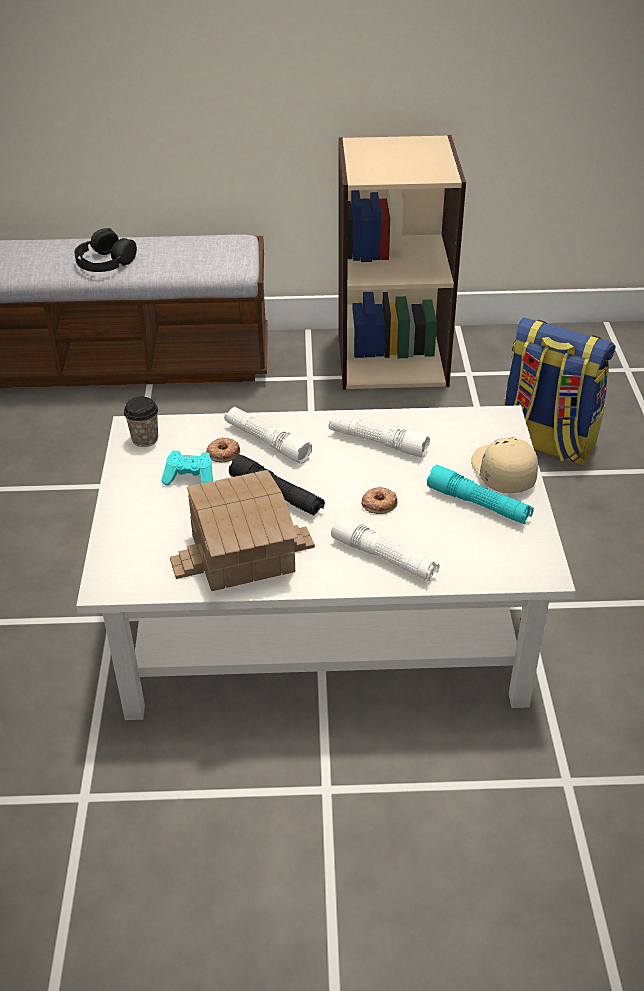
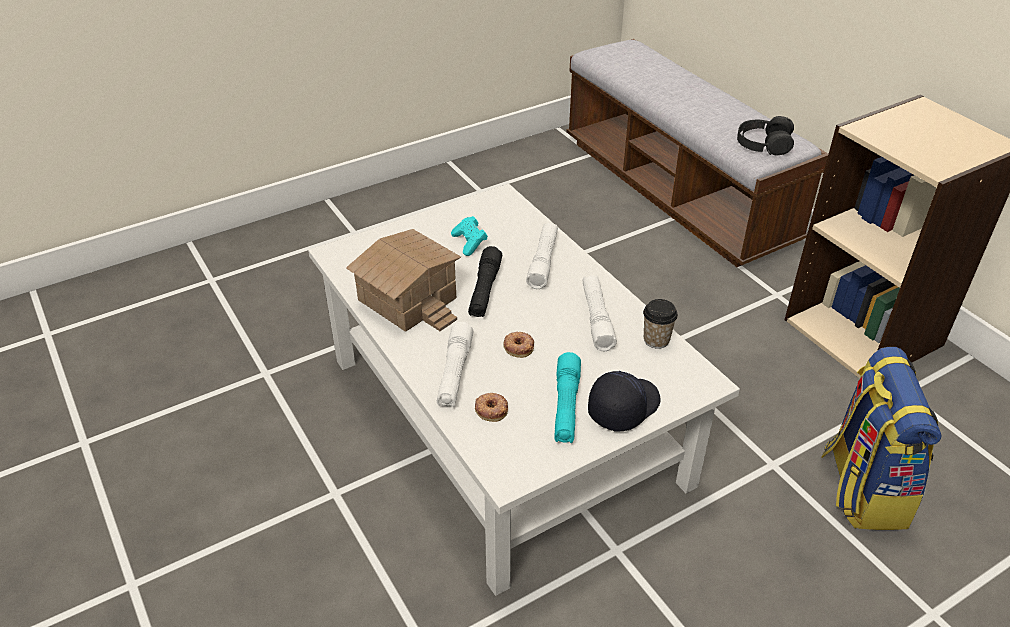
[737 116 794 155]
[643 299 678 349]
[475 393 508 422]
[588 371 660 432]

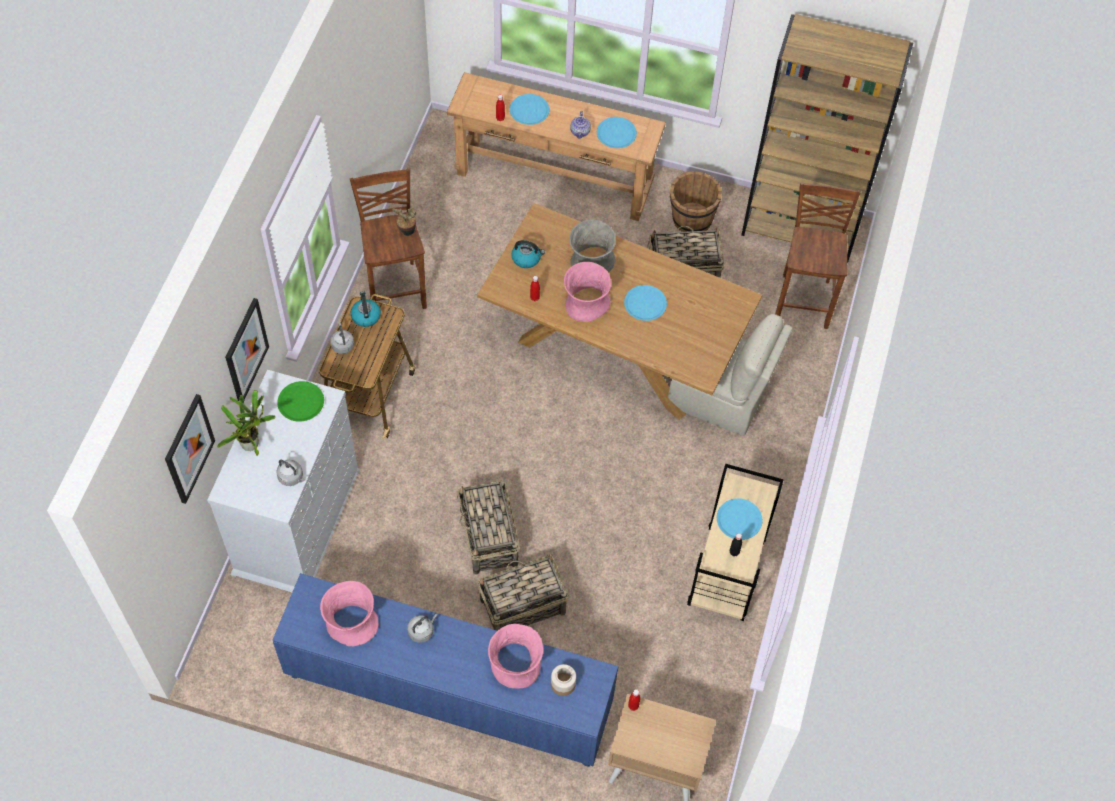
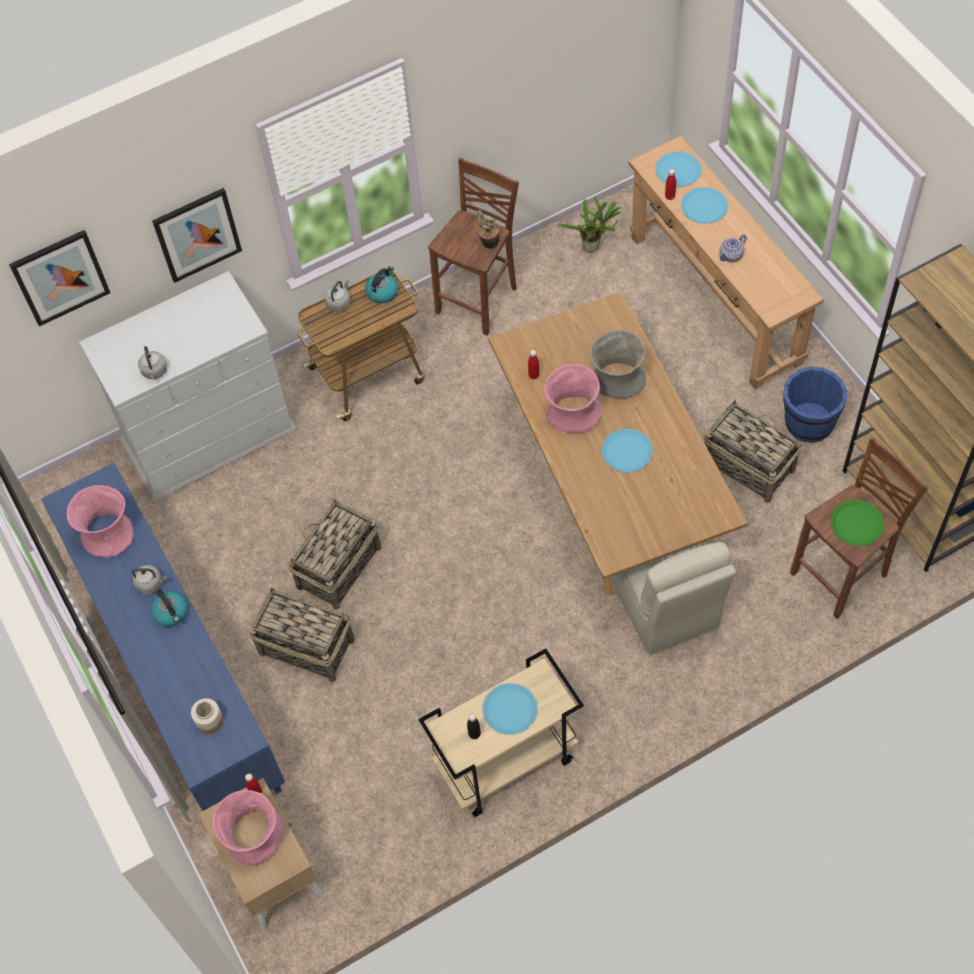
[656 151 702 187]
[783 367 847 443]
[150 589 188 627]
[831 500 884 546]
[558 196 622 253]
[212 790 283 866]

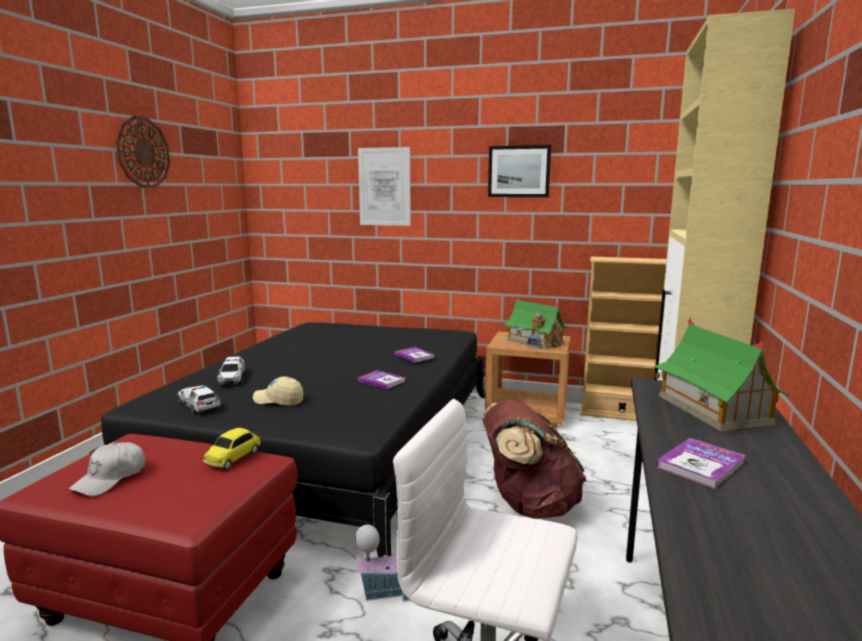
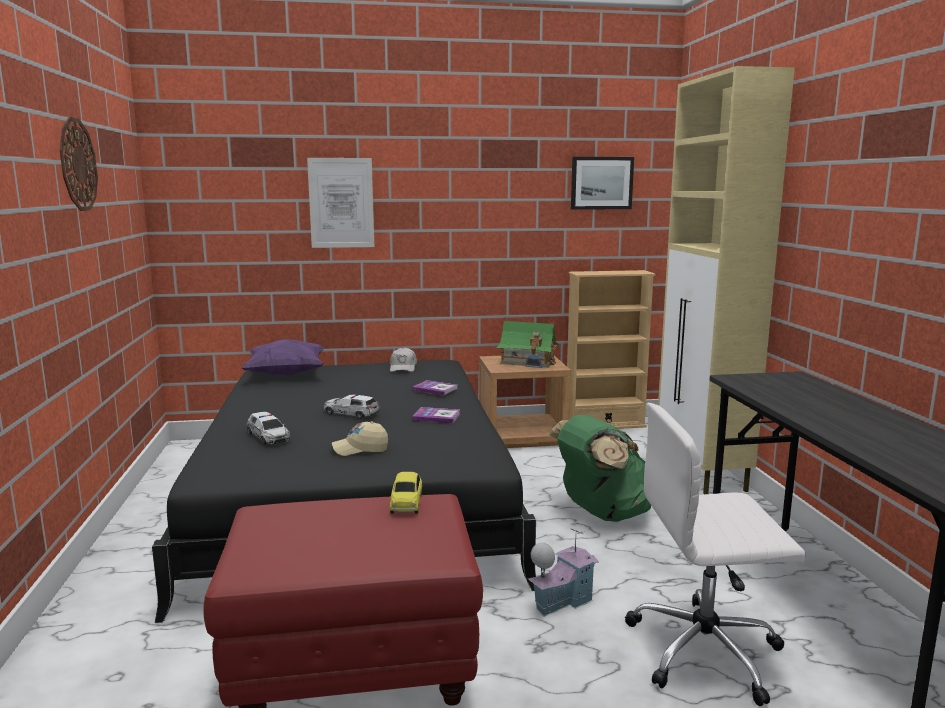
[571 157 634 210]
[653 318 790 431] (first image)
[323 394 380 419]
[549 415 651 522]
[656 438 746 489] (first image)
[390 347 417 372]
[241 339 325 375]

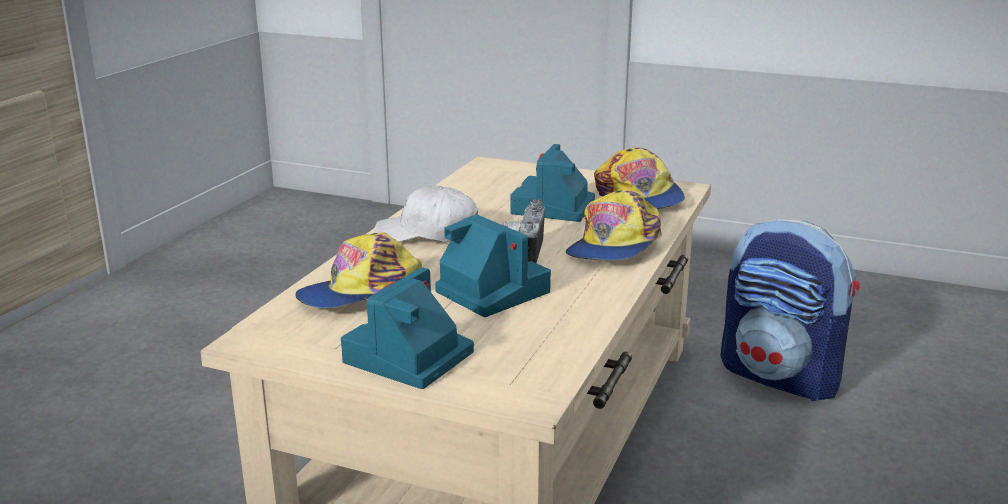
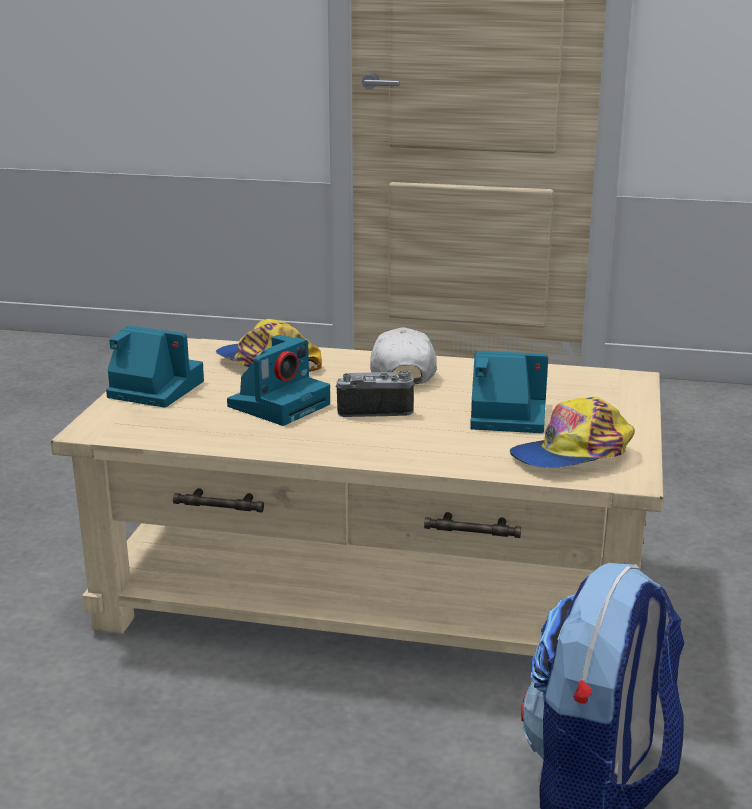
[566 190 662 261] (first image)

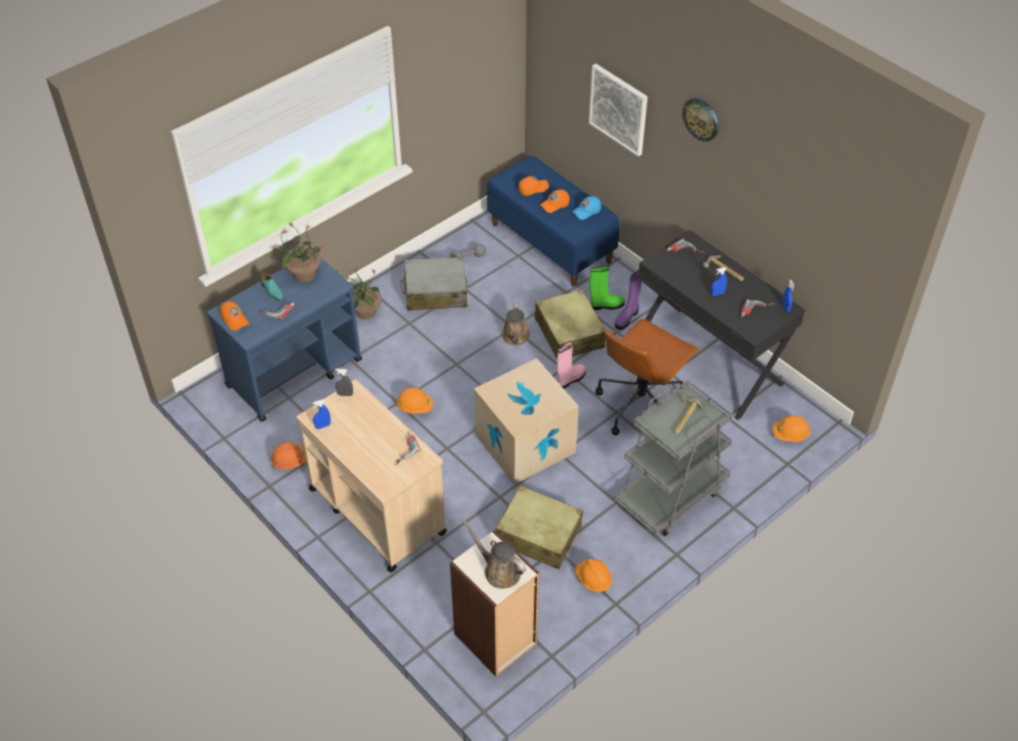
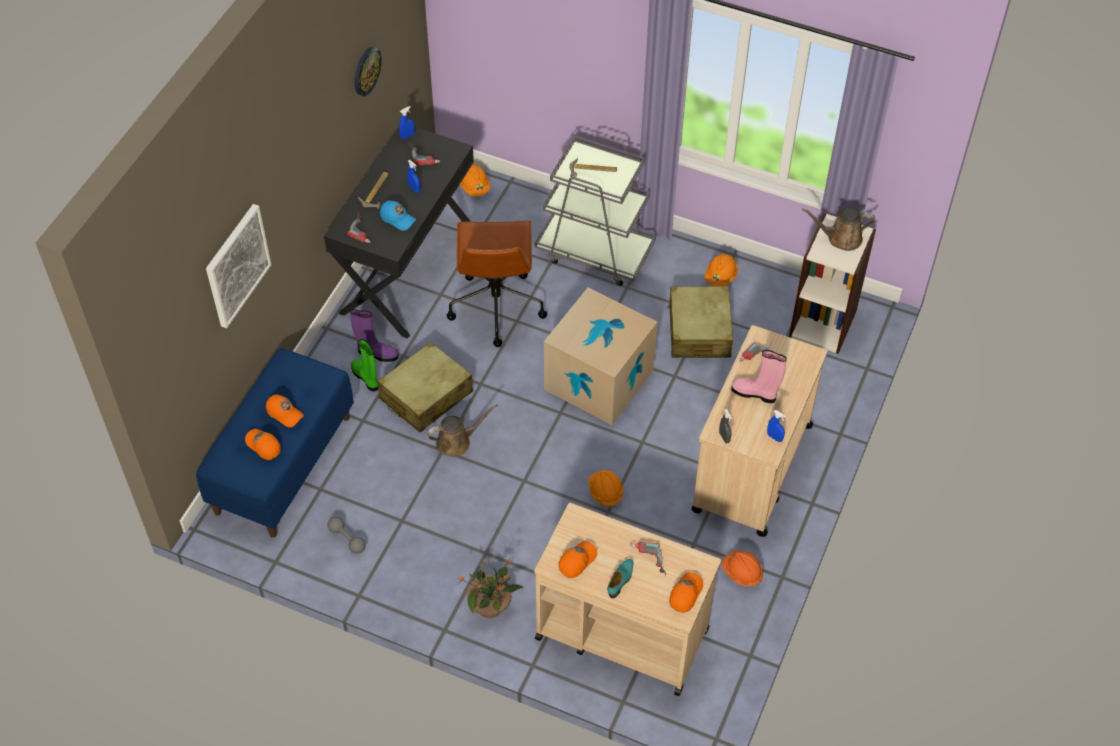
[355 46 382 96]
[380 201 416 231]
[558 541 597 578]
[400 257 467 311] (first image)
[534 503 721 696]
[447 221 547 347]
[731 350 787 403]
[802 207 875 251]

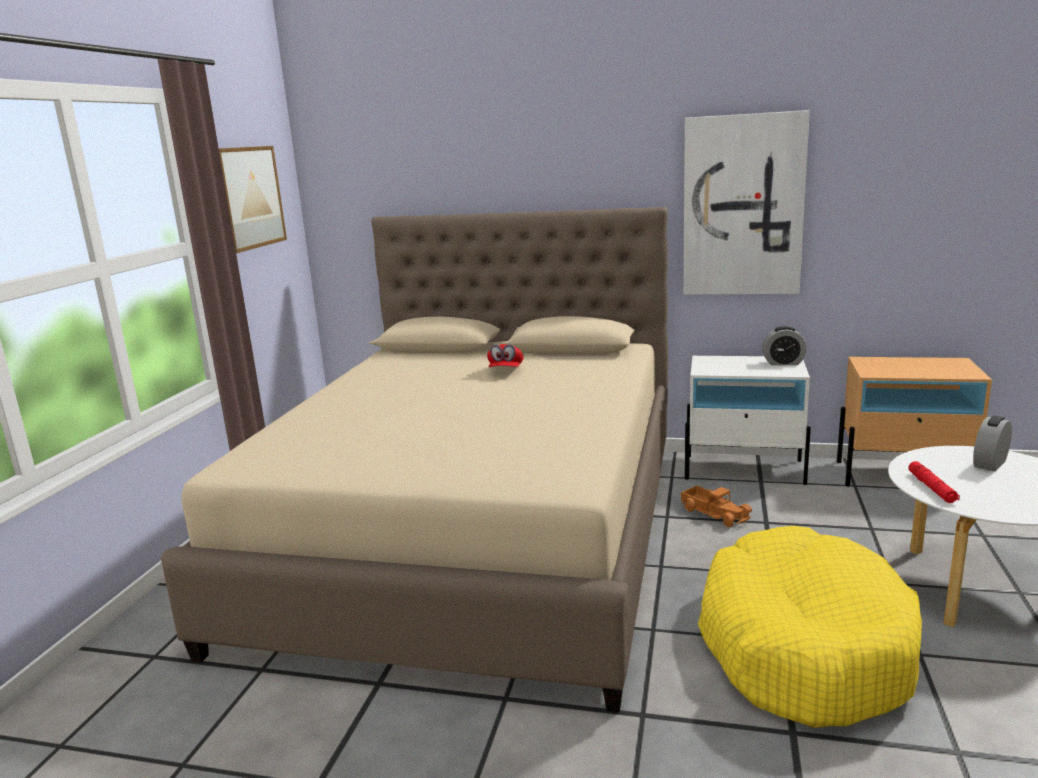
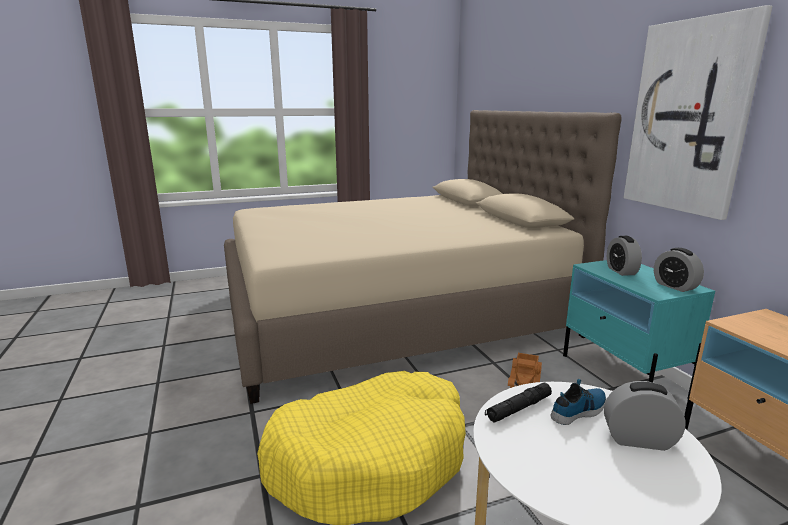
[219 146 287 253] (first image)
[487 344 523 367] (first image)
[563 260 715 399]
[485 383 552 422]
[607 236 642 276]
[550 379 606 425]

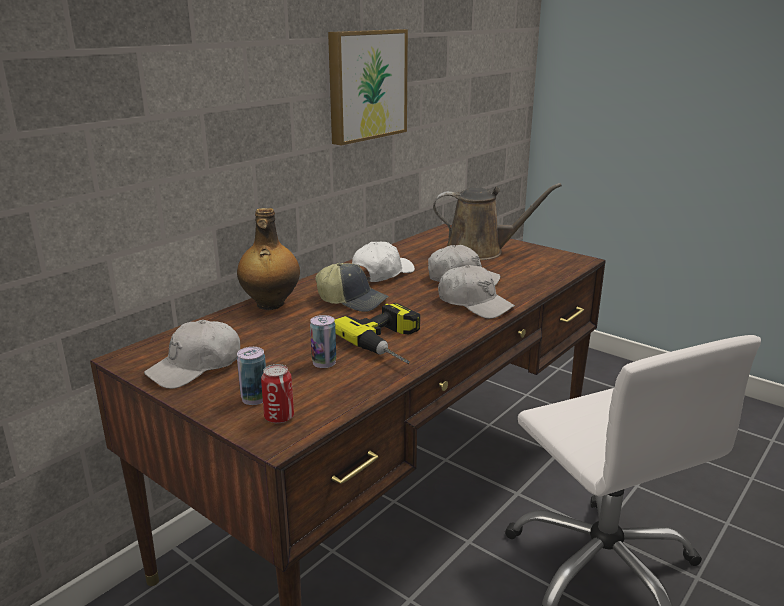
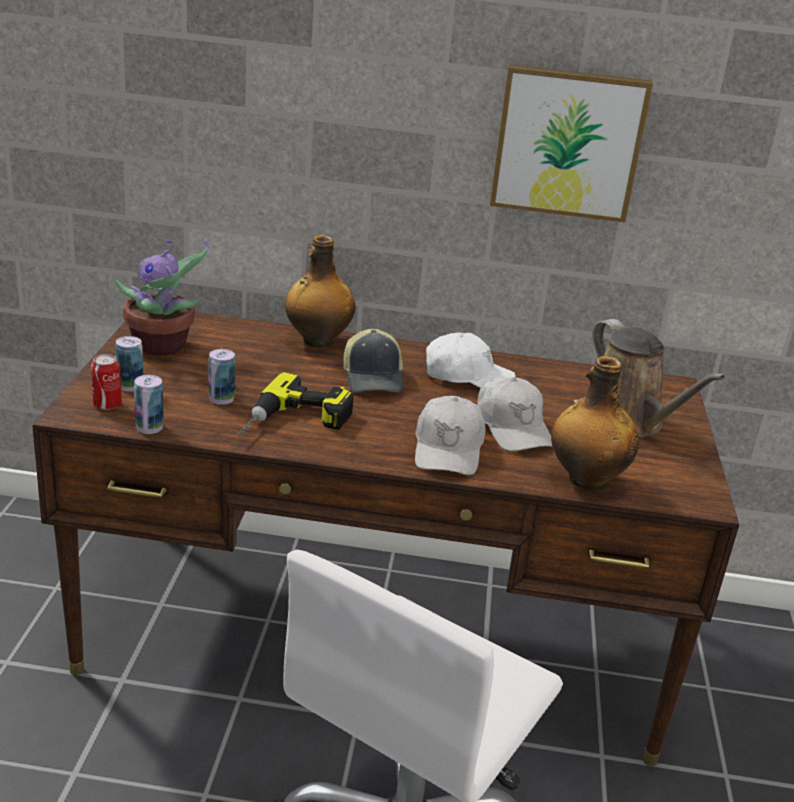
[116 239 209 355]
[551 356 639 491]
[134 375 164 434]

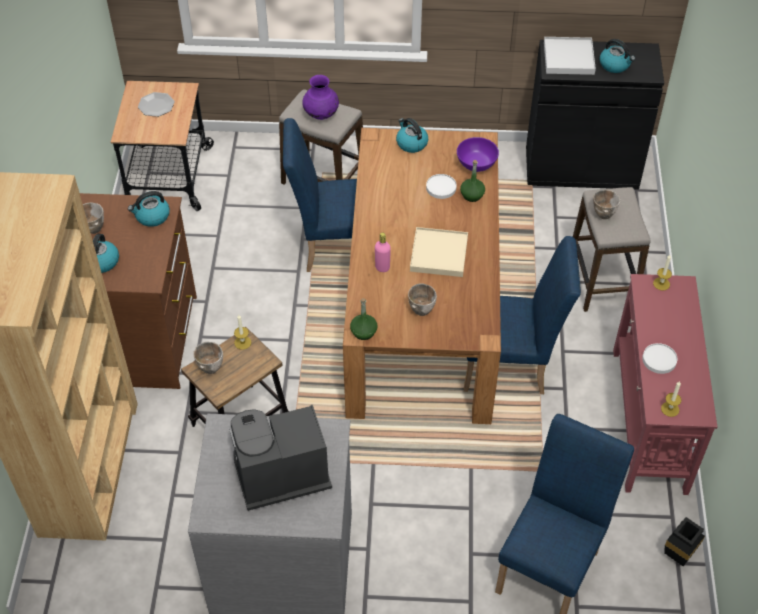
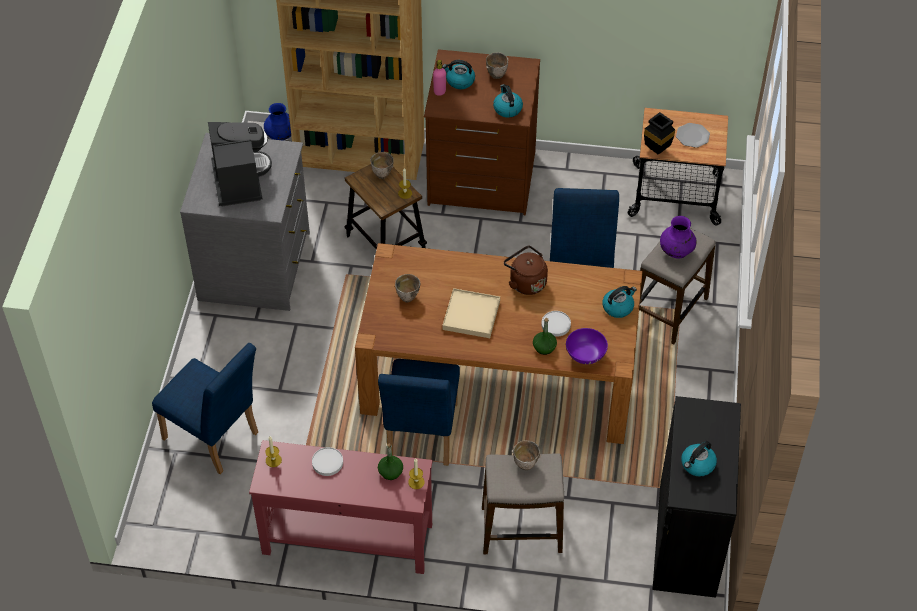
[544 37 596 75] (first image)
[433 60 446 96]
[378 444 403 480]
[644 112 675 154]
[264 103 291 140]
[504 245 548 295]

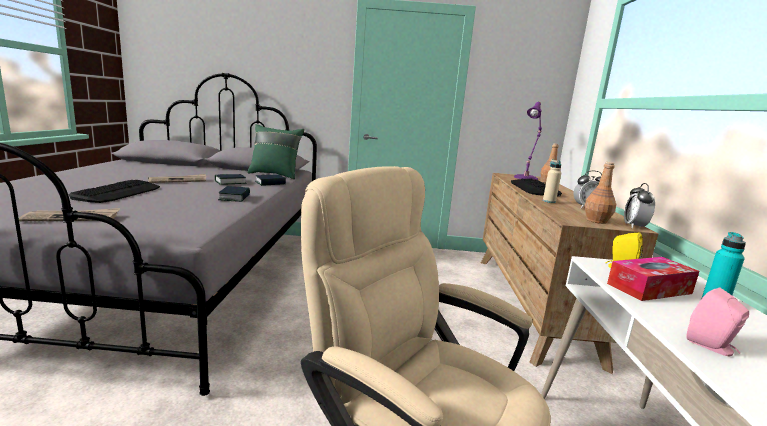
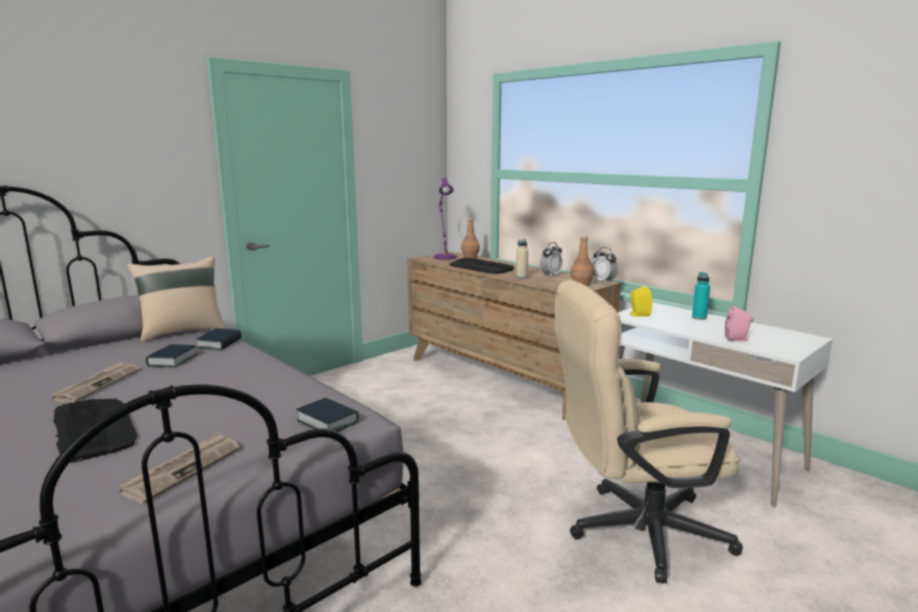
[127 256 226 342]
[296 398 359 432]
[607 257 699 301] (first image)

